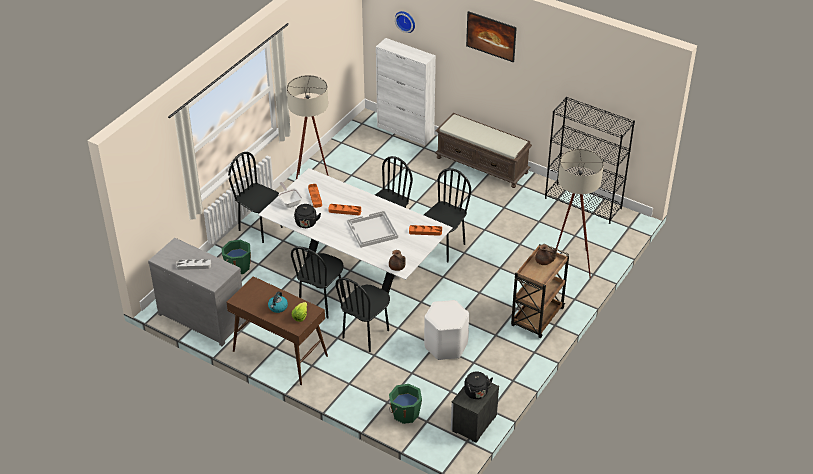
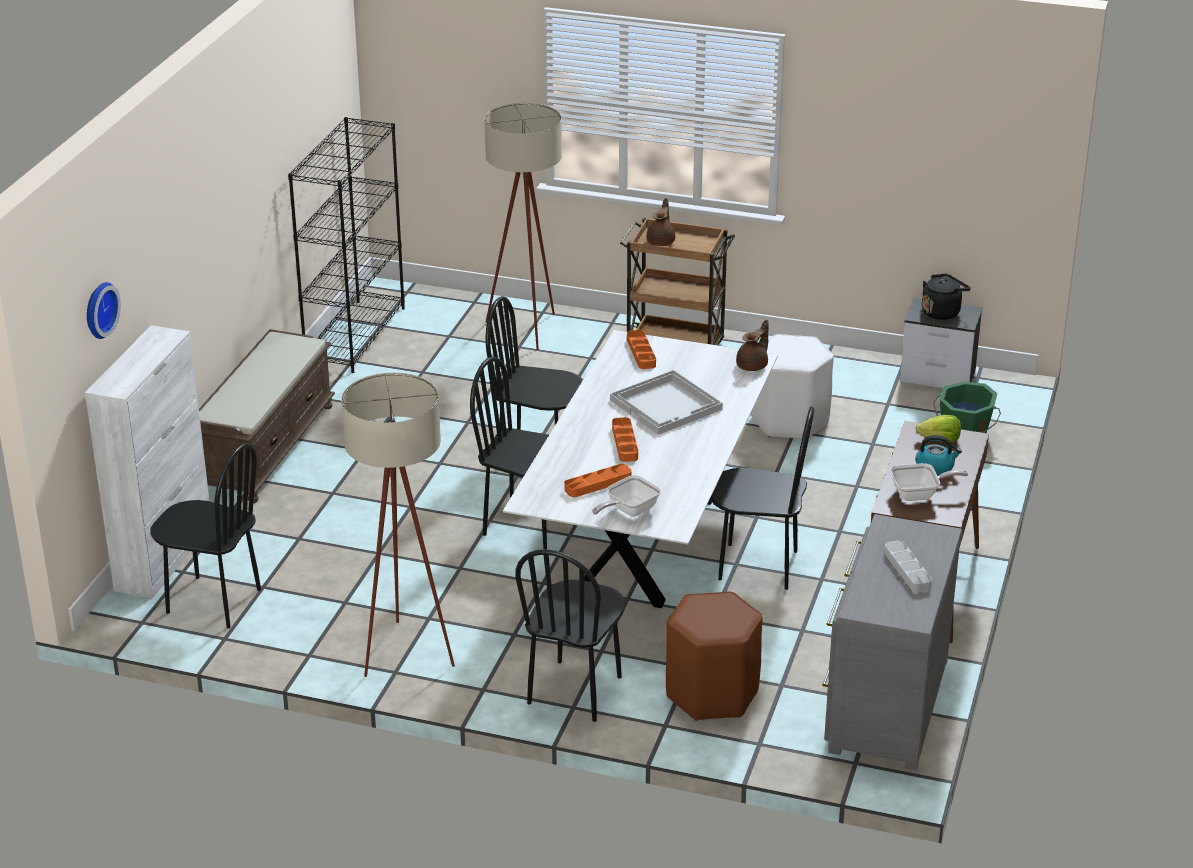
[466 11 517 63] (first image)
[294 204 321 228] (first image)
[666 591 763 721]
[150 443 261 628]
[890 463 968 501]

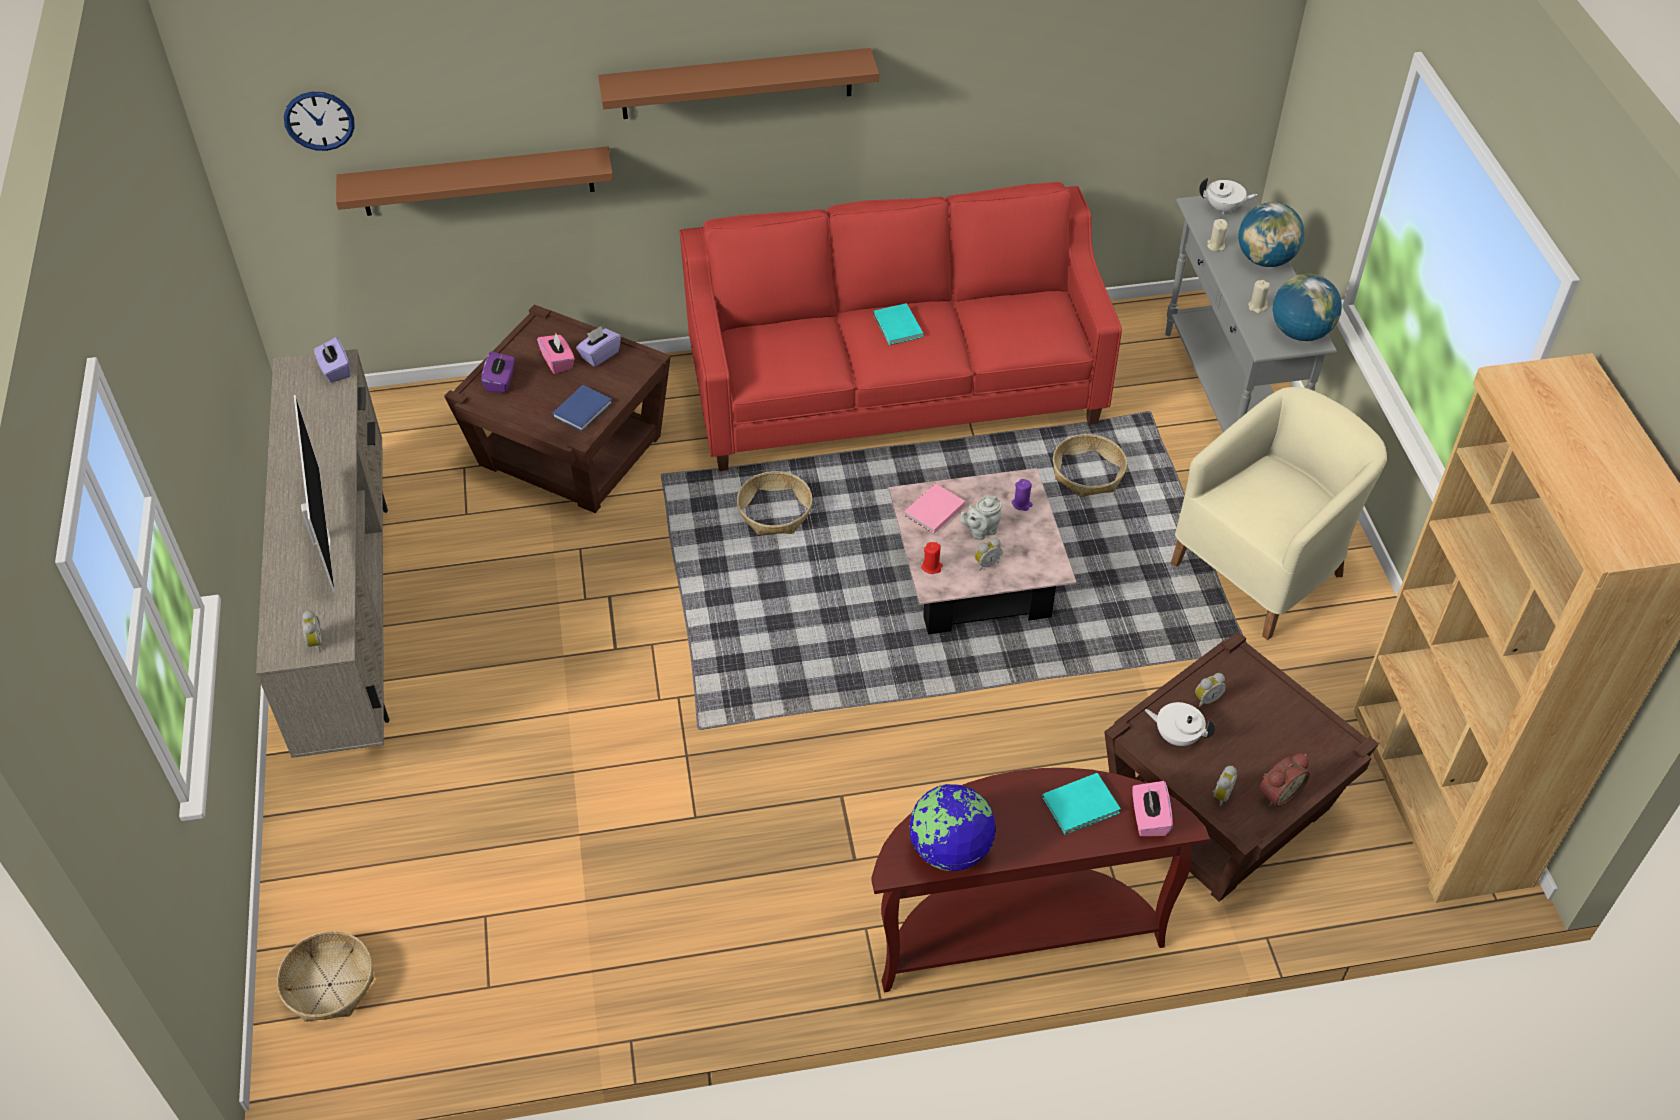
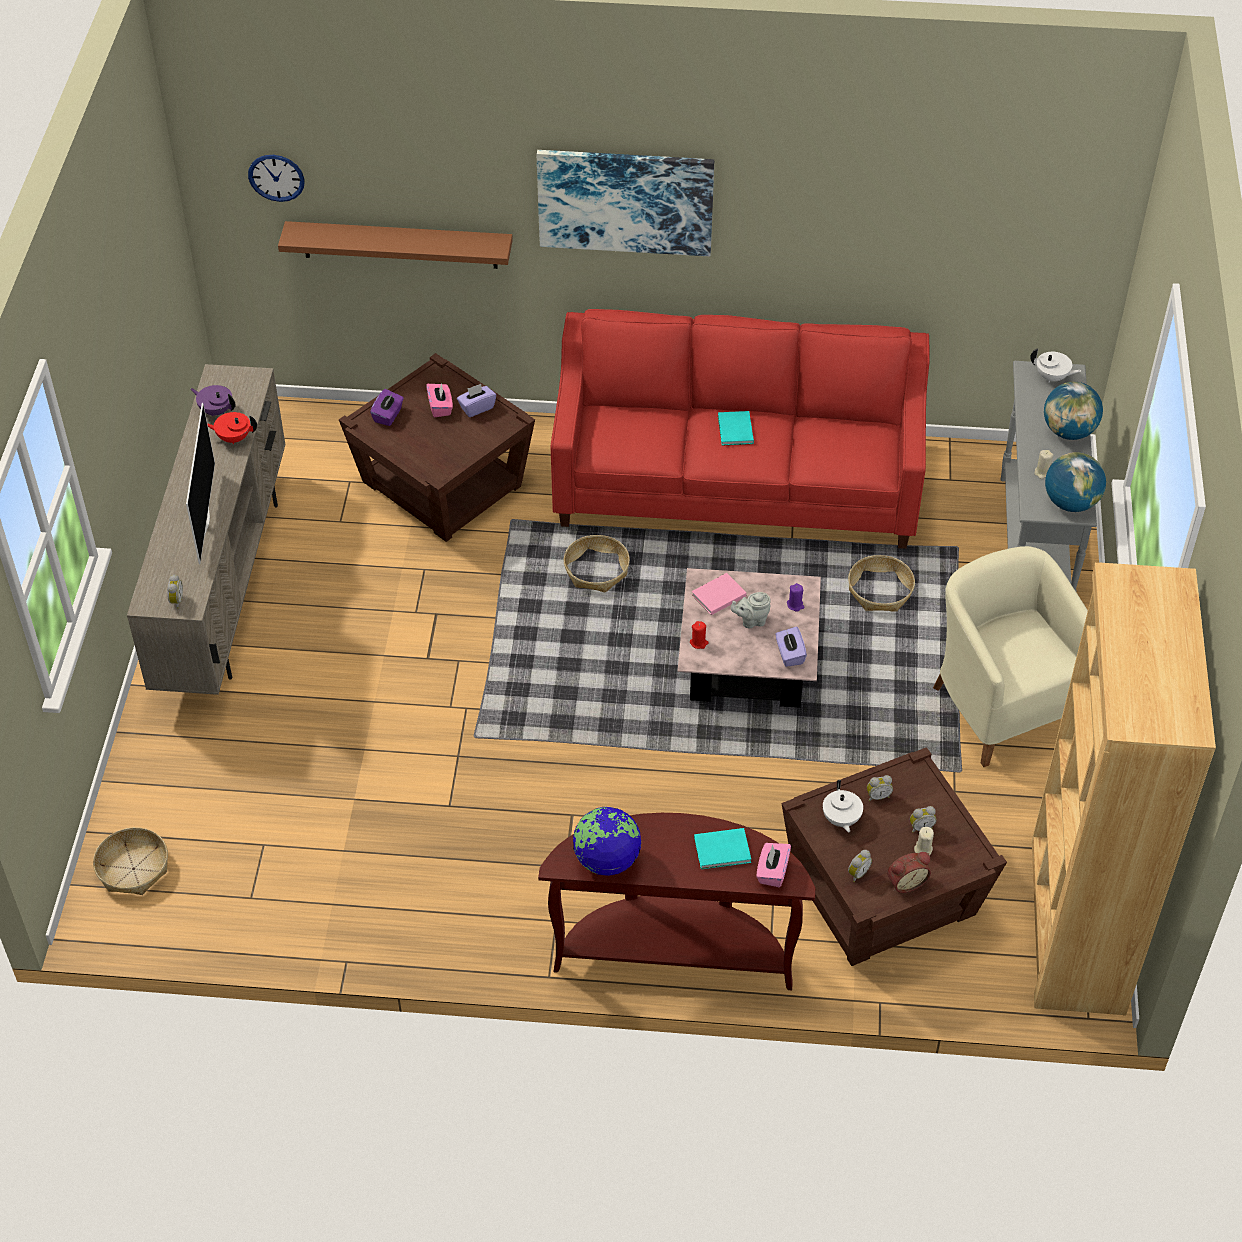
[537 150 714 256]
[914 827 934 855]
[775 626 807 667]
[552 385 612 432] (first image)
[933 546 1088 767]
[910 806 937 833]
[823 780 863 833]
[191 385 236 417]
[207 412 257 444]

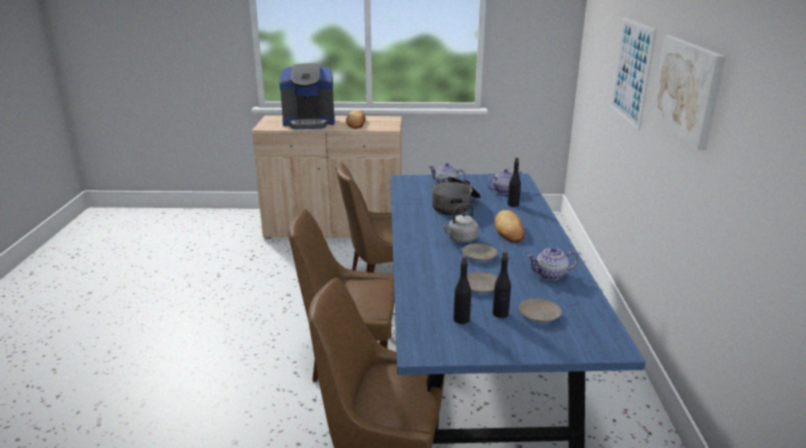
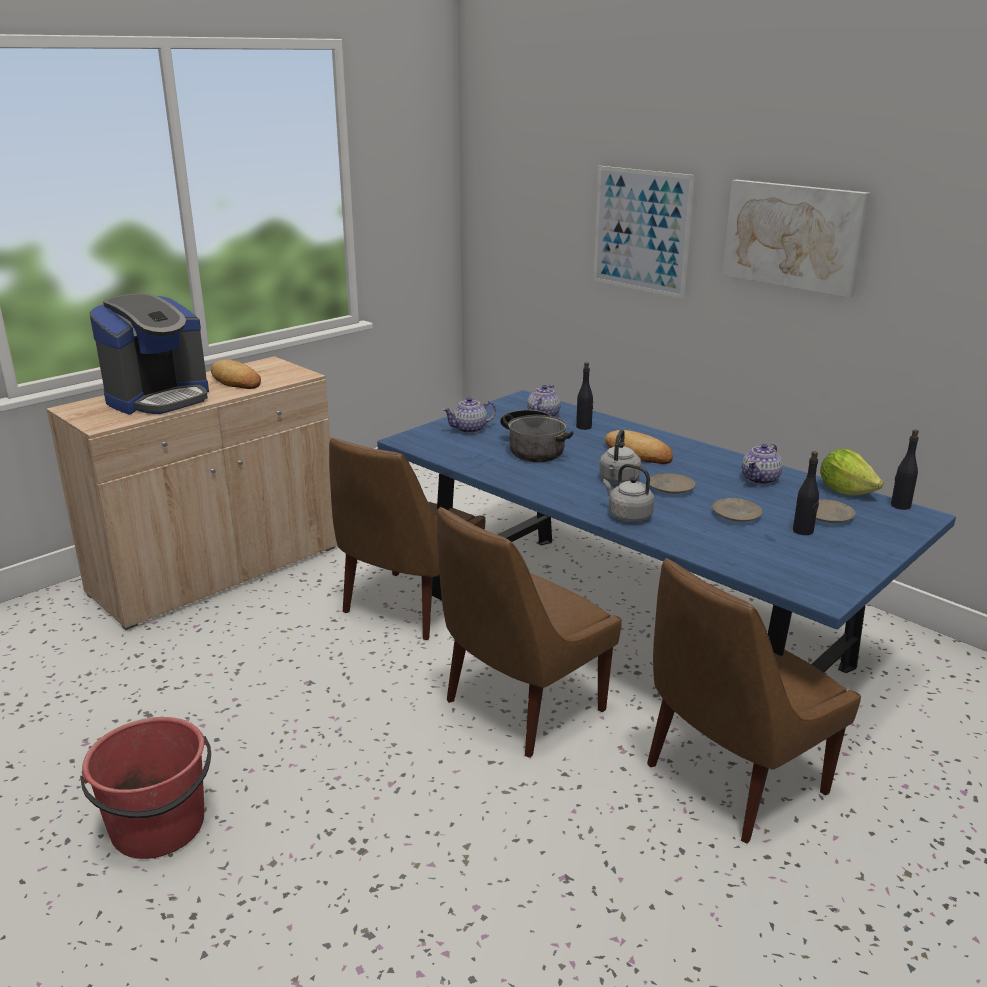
[891 429 919 510]
[820 449 884 496]
[603 464 654 522]
[80 717 211 859]

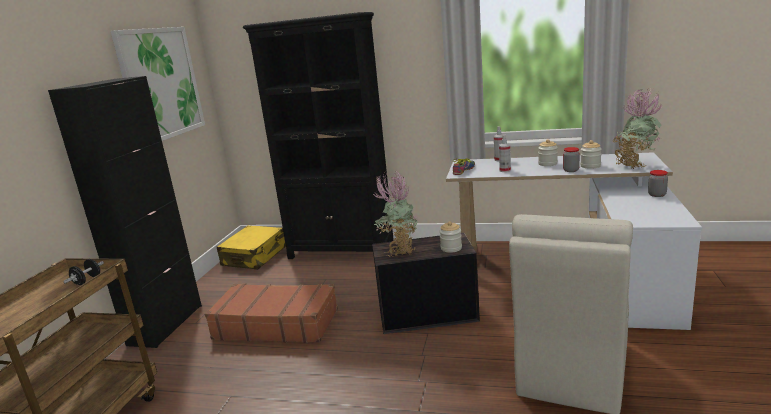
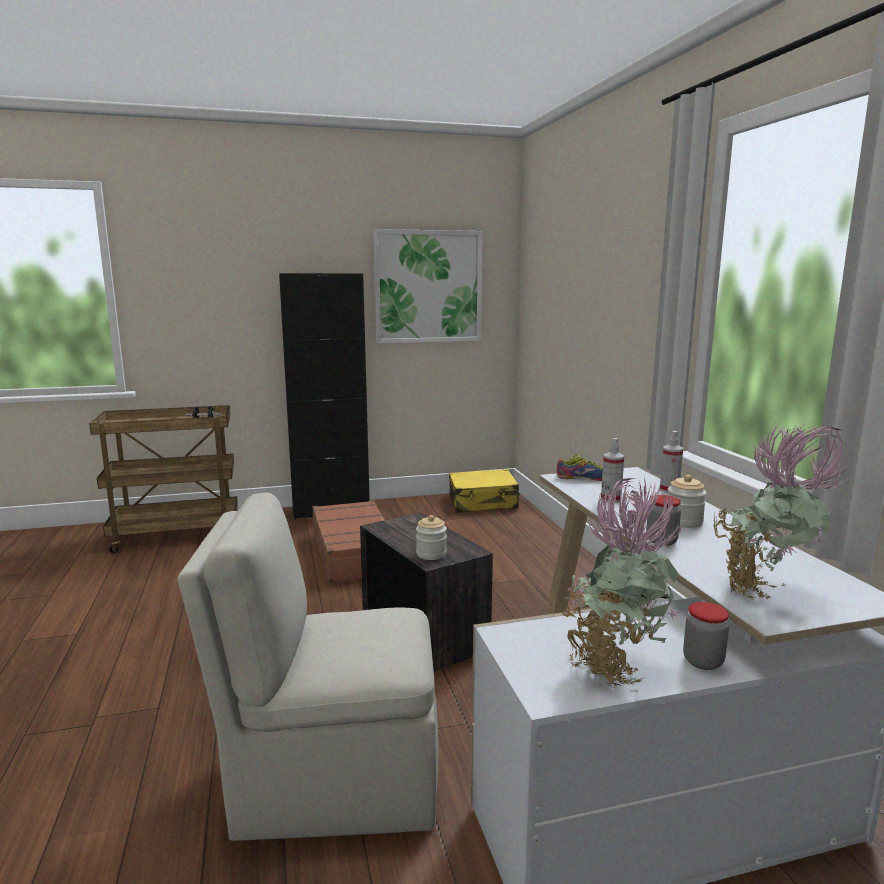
[243 12 394 259] (first image)
[580 140 602 169] (first image)
[559 478 684 687]

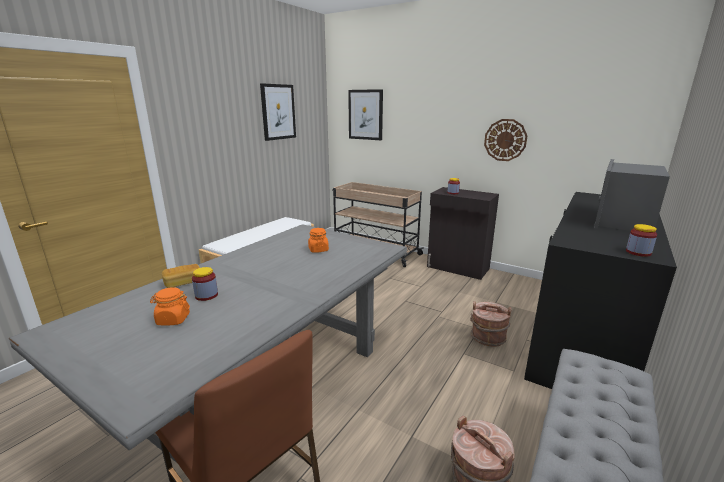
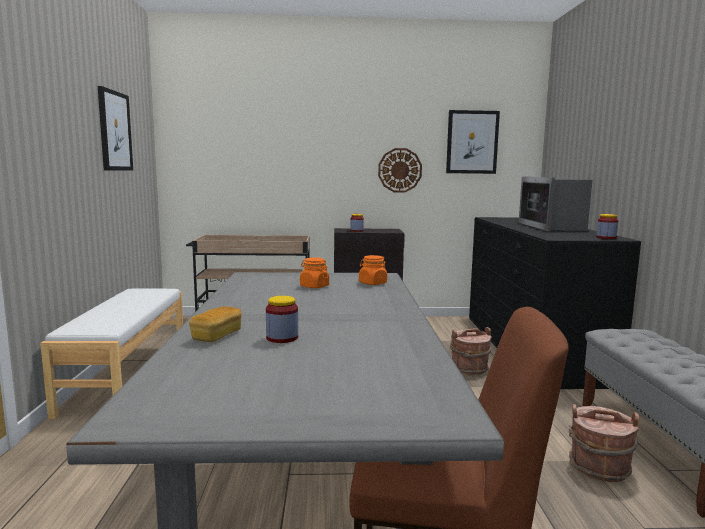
[446 110 500 174]
[359 255 387 285]

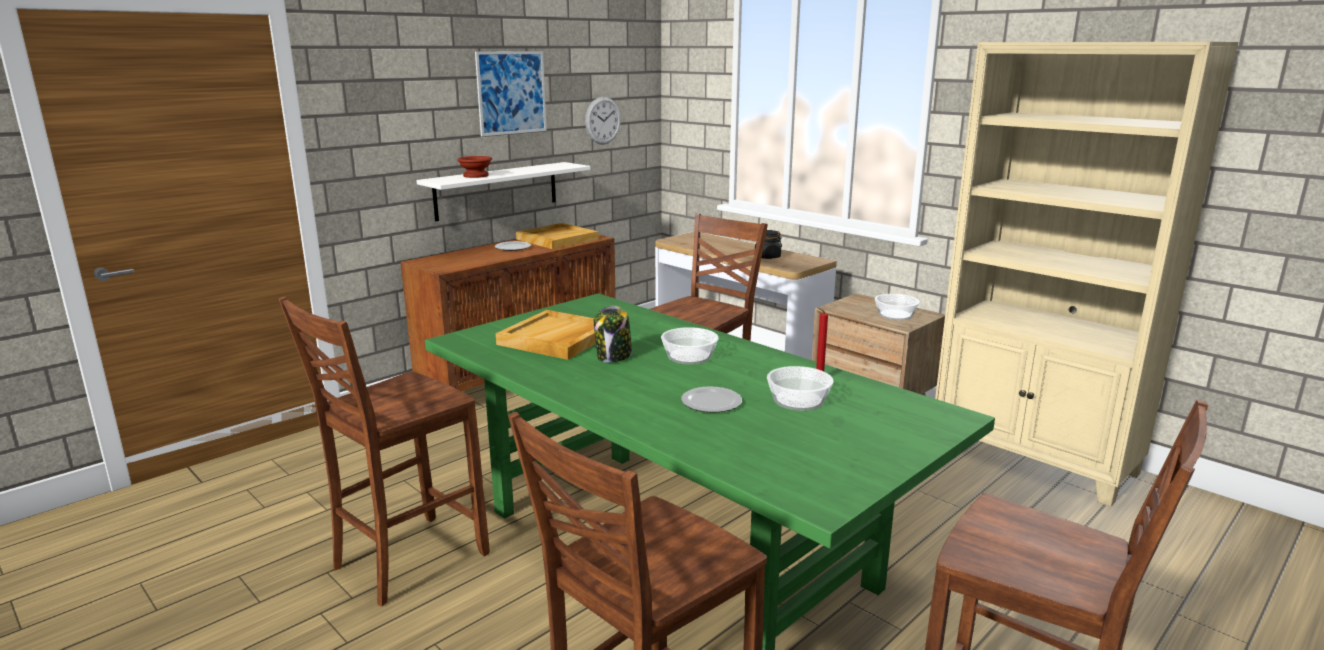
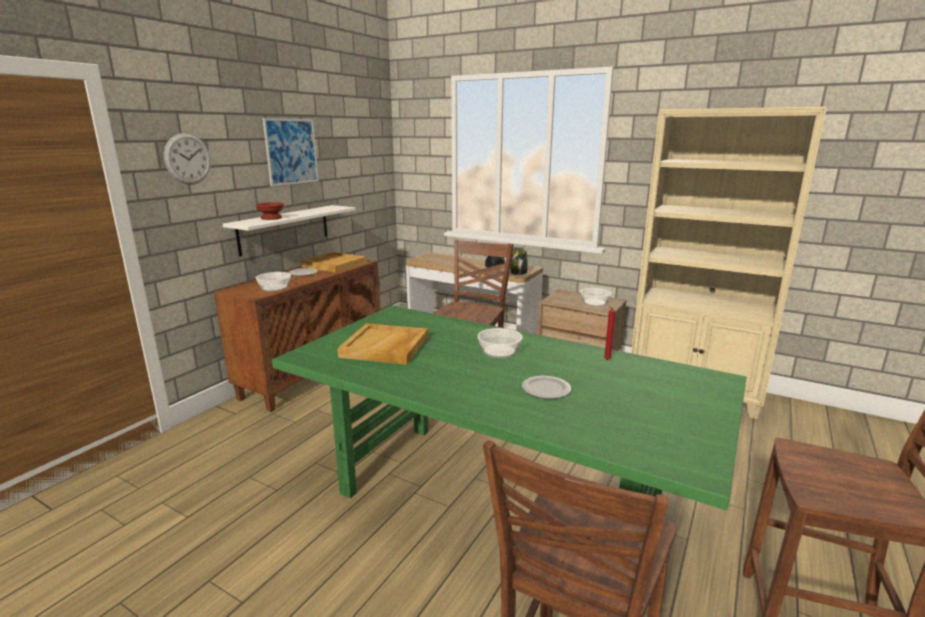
[164 133 211 185]
[279 296 490 606] (first image)
[510 247 528 275]
[256 272 291 292]

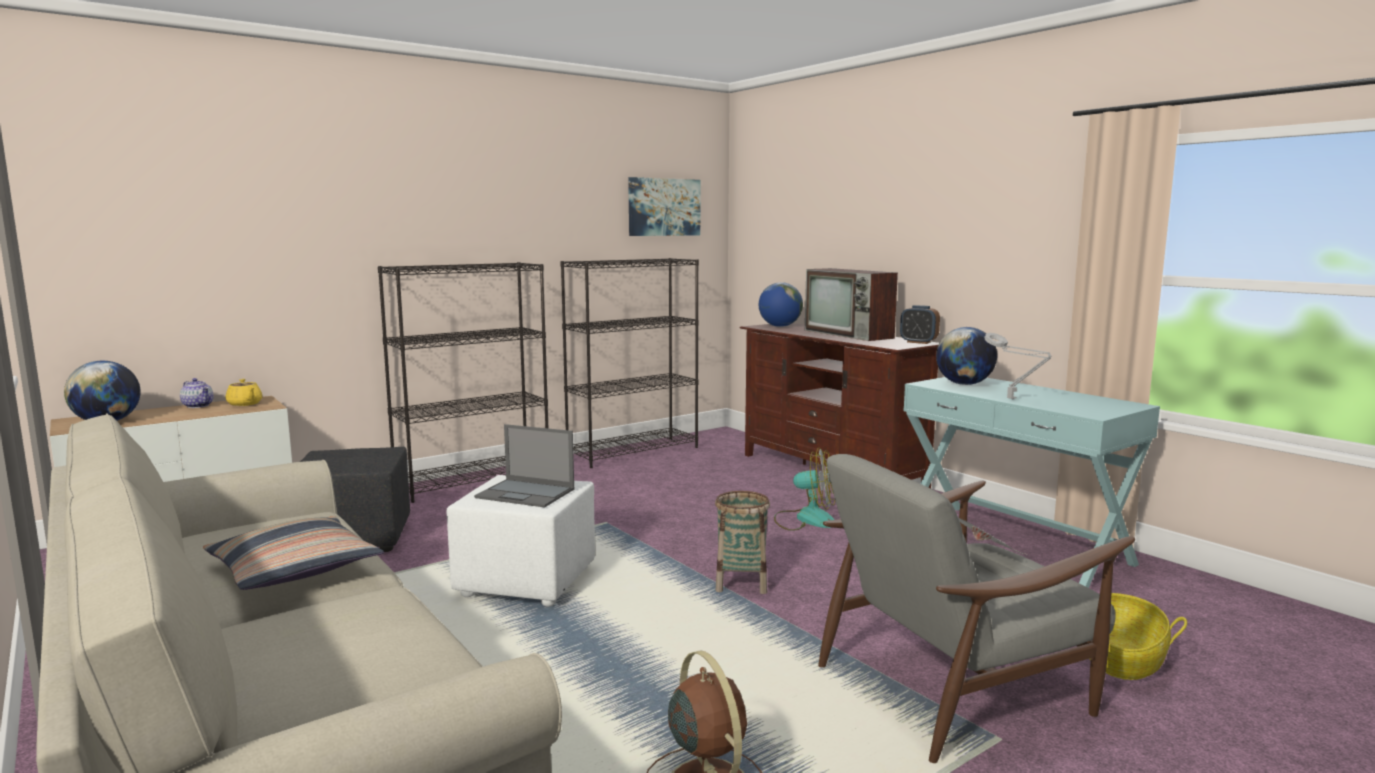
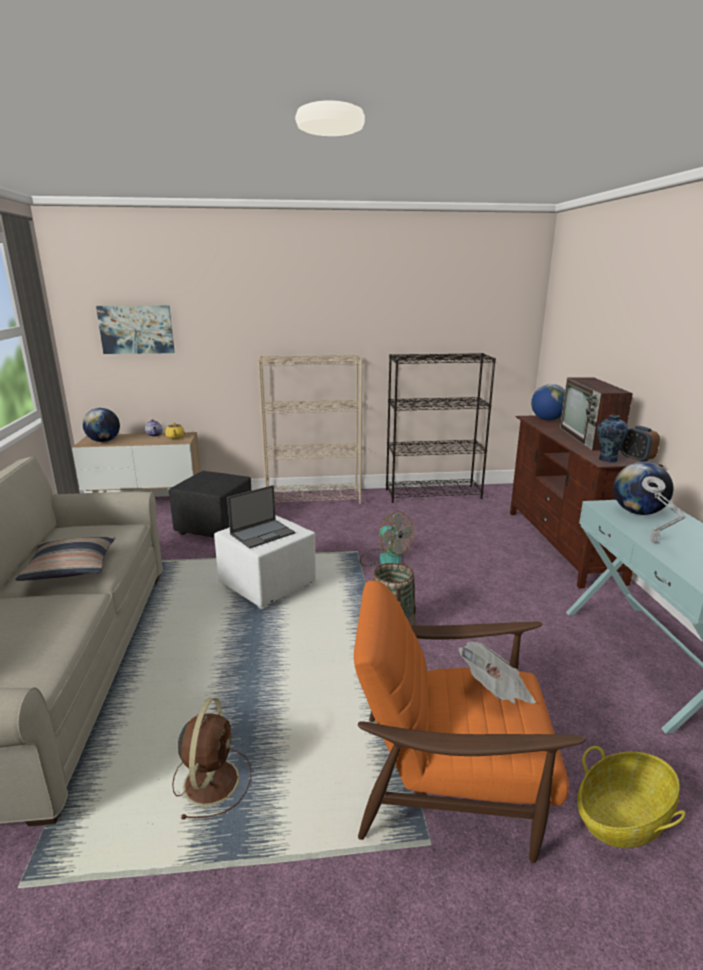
[96 306 175 354]
[258 354 363 504]
[227 485 295 549]
[360 511 414 566]
[354 581 586 863]
[597 415 629 463]

